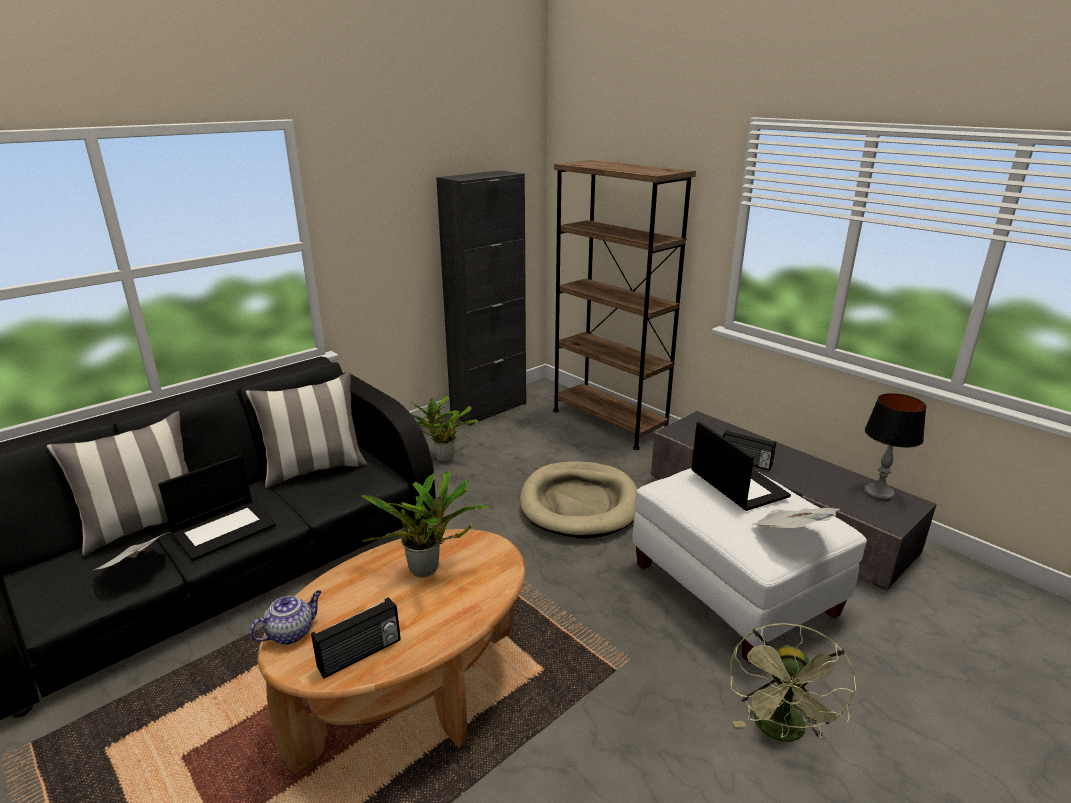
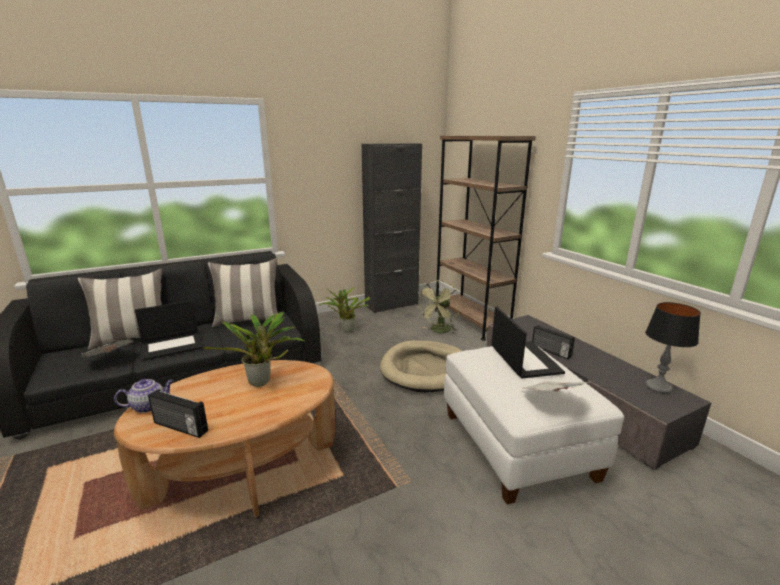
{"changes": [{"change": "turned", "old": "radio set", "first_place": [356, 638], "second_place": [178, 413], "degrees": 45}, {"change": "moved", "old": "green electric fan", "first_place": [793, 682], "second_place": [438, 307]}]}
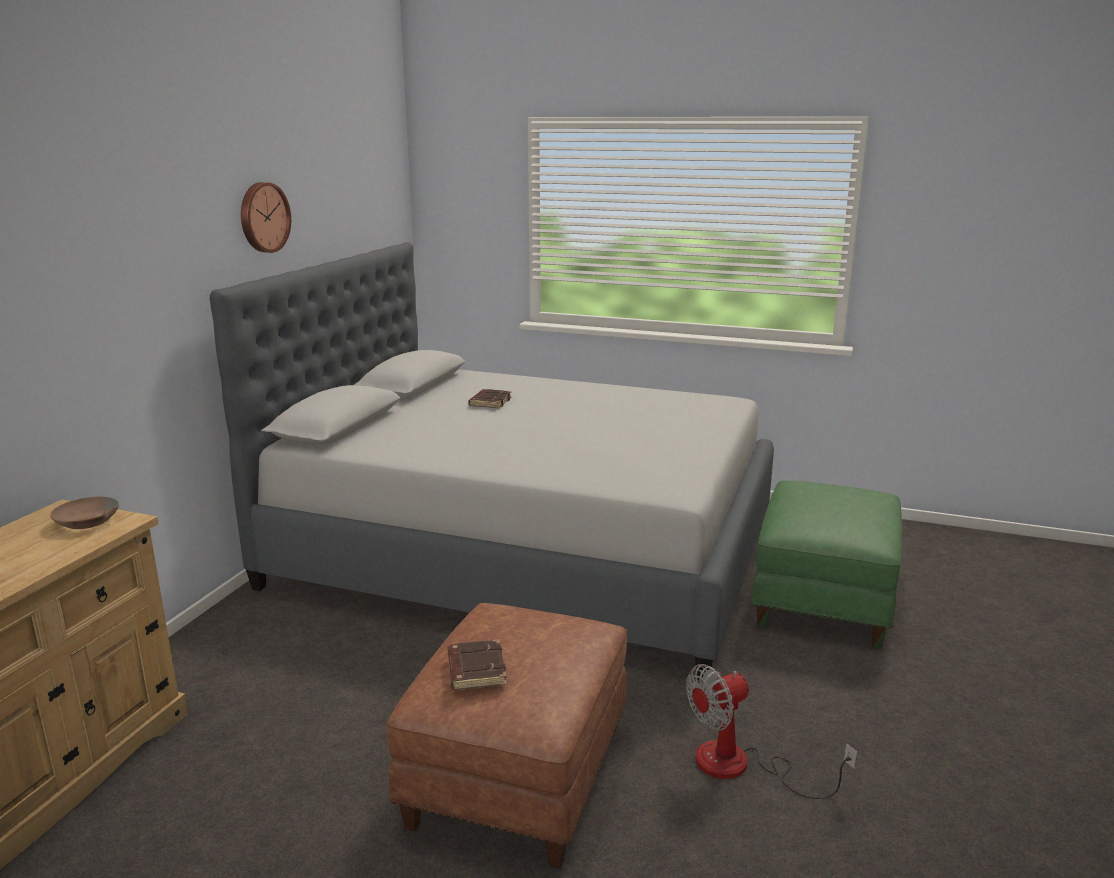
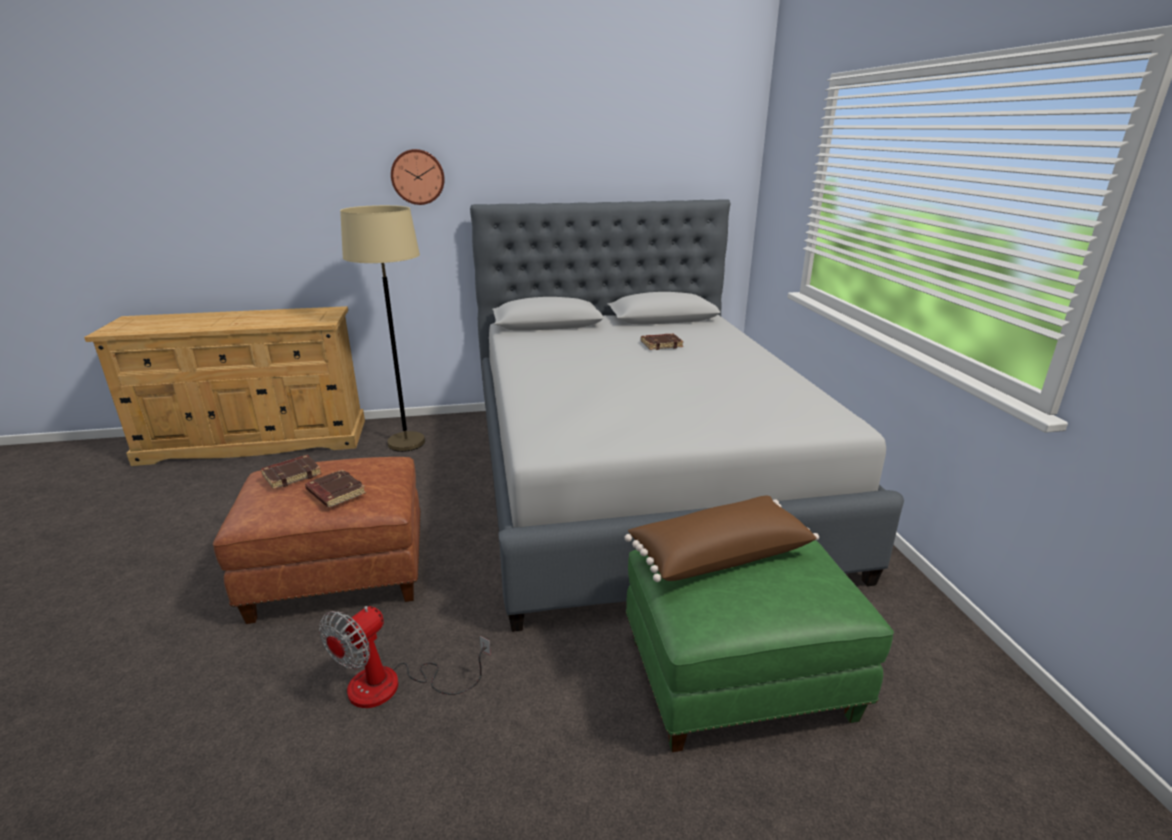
{"changes": [{"change": "moved", "old": "clock on the wall", "first_place": [266, 217], "second_place": [418, 177]}, {"change": "removed", "old": "brown serving bowl", "first_place": [84, 512]}, {"change": "turned", "old": "electric fan", "first_place": [771, 731], "second_place": [405, 657], "degrees": -90}, {"change": "added", "new": "beige standing lamp", "second_place": [383, 328]}, {"change": "added", "new": "brown bound book", "second_place": [335, 488]}, {"change": "added", "new": "brown pillow", "second_place": [722, 539]}]}
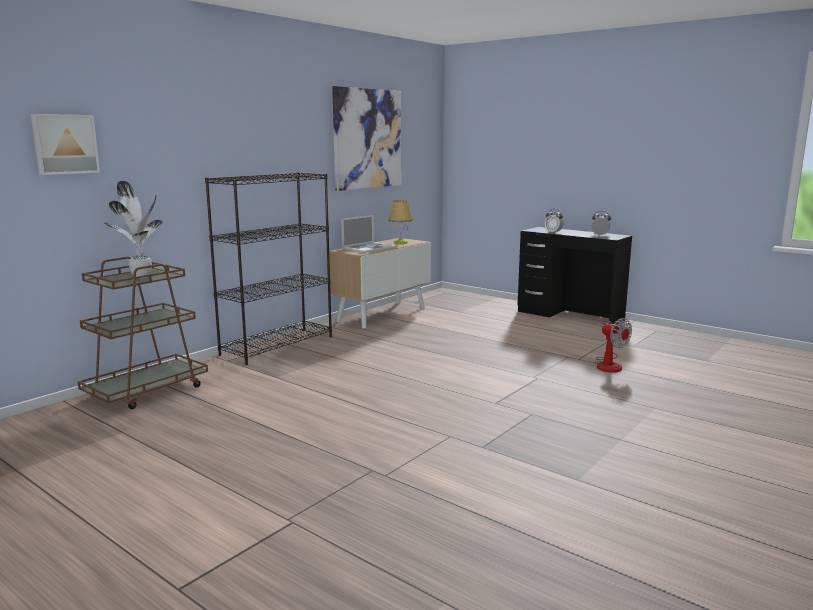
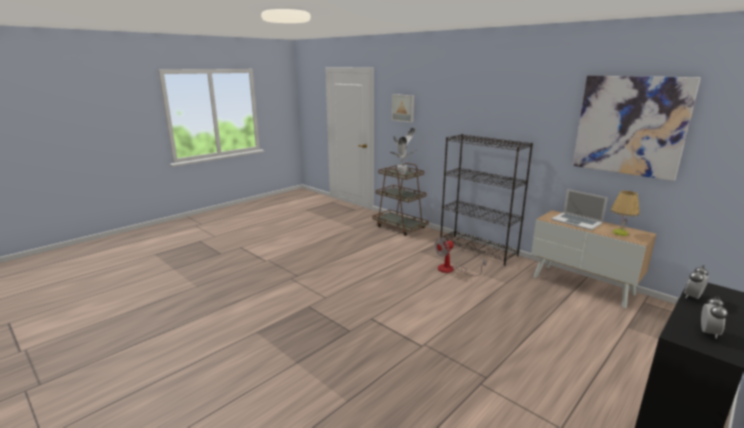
{"changes": [{"change": "moved", "old": "electric fan", "first_place": [613, 345], "second_place": [461, 256]}]}
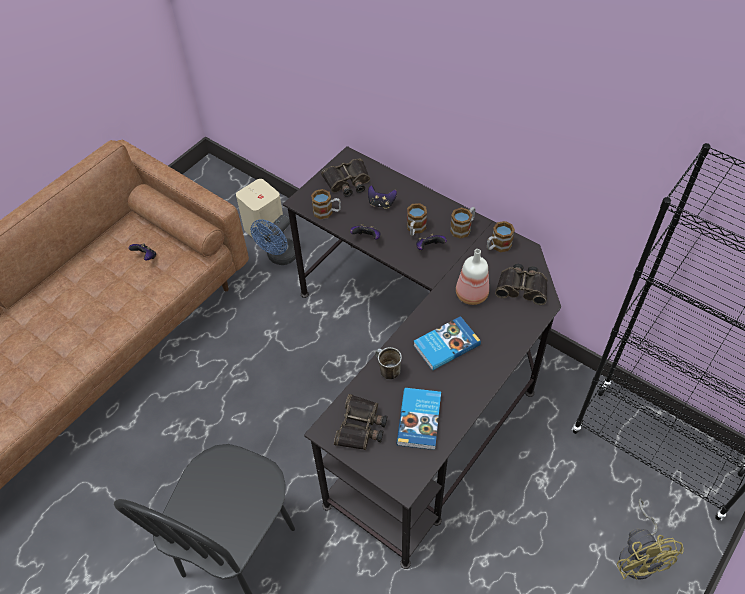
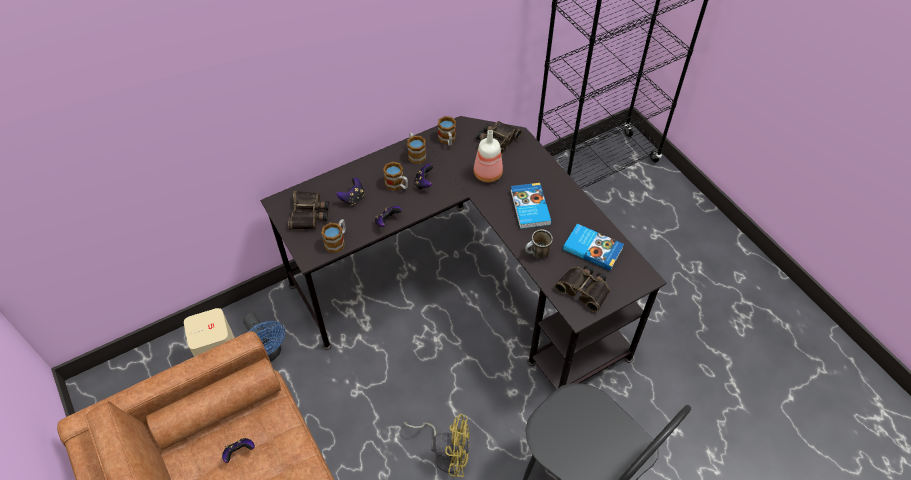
{"changes": [{"change": "moved", "old": "yellow-coloured electric fan", "first_place": [650, 539], "second_place": [437, 445]}]}
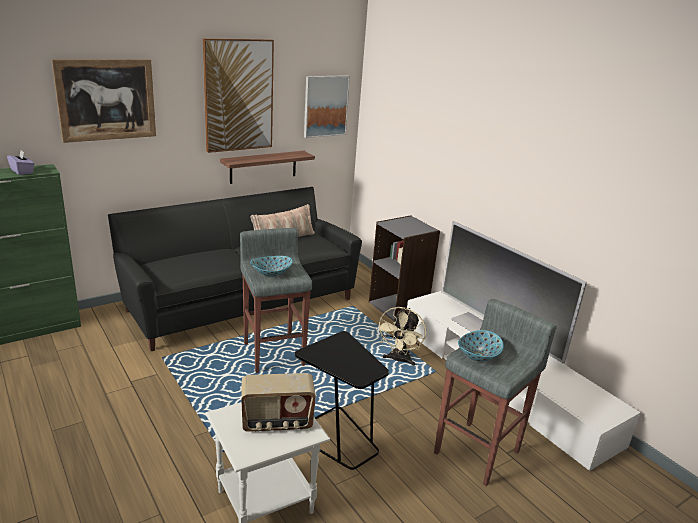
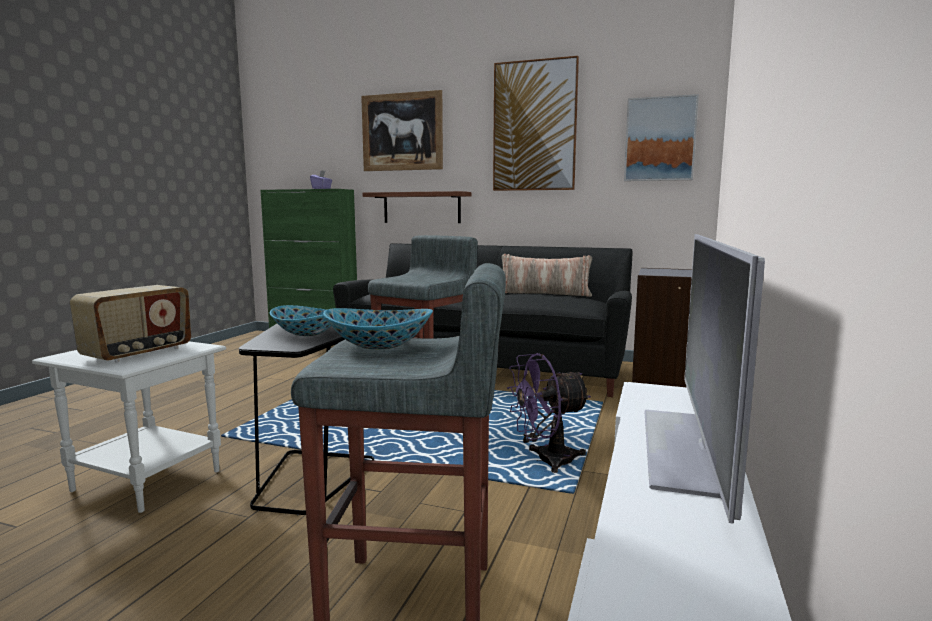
{"changes": [{"change": "moved", "old": "wall shelf", "first_place": [267, 167], "second_place": [417, 207]}, {"change": "moved", "old": "serving bowl", "first_place": [271, 266], "second_place": [300, 320]}, {"change": "recoloured", "old": "beige electric fan", "new": "purplish electric fan", "first_place": [401, 336], "second_place": [549, 413]}, {"change": "turned", "old": "radio set", "first_place": [278, 402], "second_place": [130, 324], "degrees": -105}]}
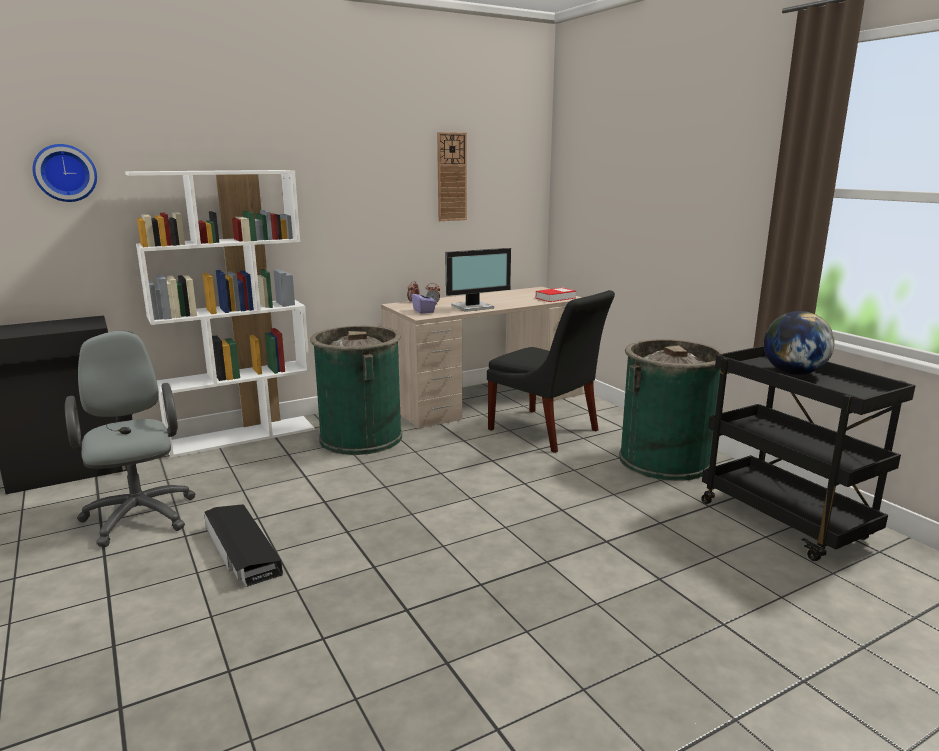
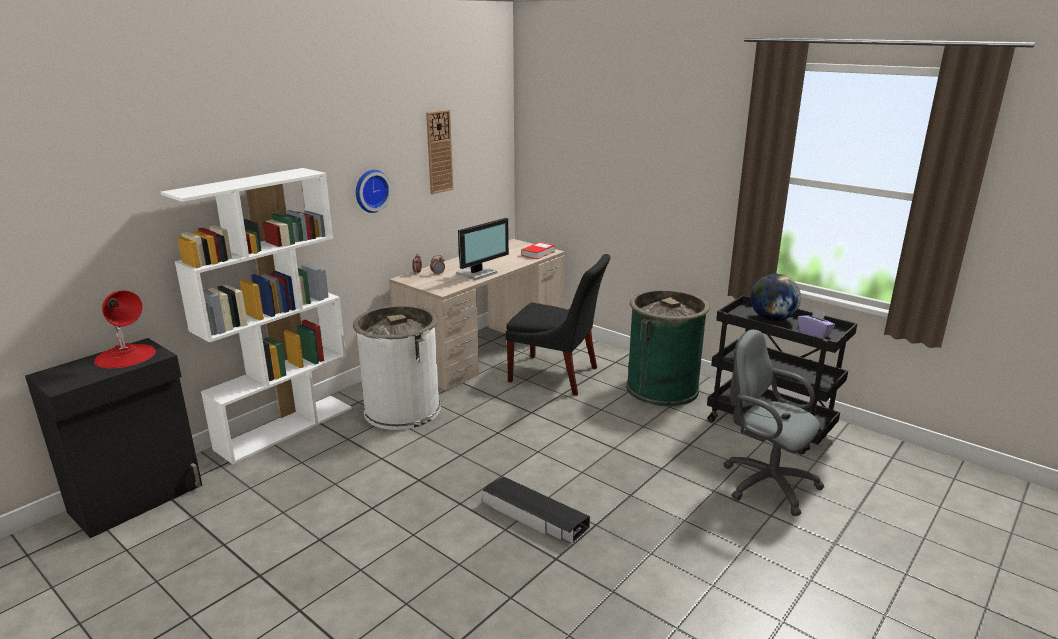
{"changes": [{"change": "moved", "old": "clock on the wall", "first_place": [64, 173], "second_place": [374, 191]}, {"change": "moved", "old": "purplish tissue box", "first_place": [423, 301], "second_place": [816, 323]}, {"change": "recoloured", "old": "green trash can", "new": "white-coloured trash can", "first_place": [356, 390], "second_place": [397, 367]}, {"change": "moved", "old": "greyish desk chair", "first_place": [130, 439], "second_place": [774, 422]}, {"change": "moved", "old": "black storage bin", "first_place": [243, 545], "second_place": [536, 510]}, {"change": "added", "new": "reddish lamp for a table", "second_place": [125, 329]}]}
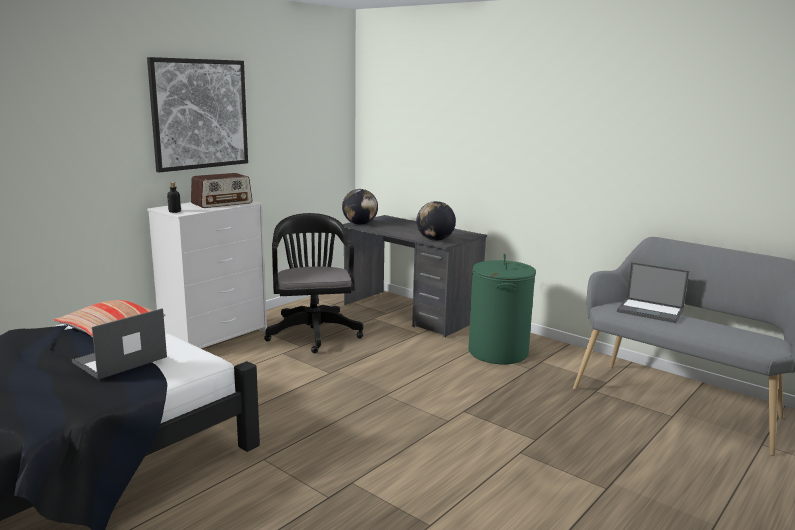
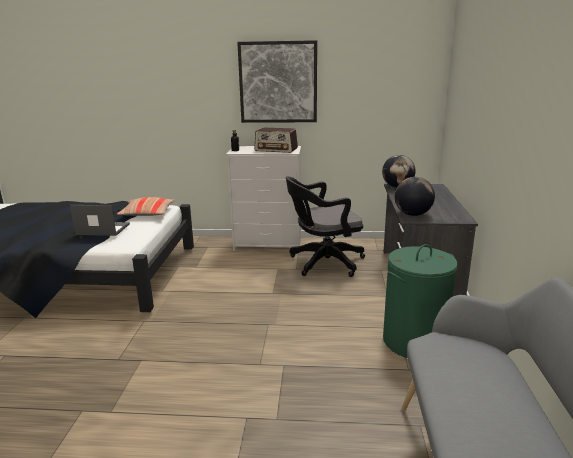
{"changes": [{"change": "turned", "old": "black desk chair", "first_place": [313, 283], "second_place": [325, 226], "degrees": -150}, {"change": "removed", "old": "laptop", "first_place": [653, 292]}]}
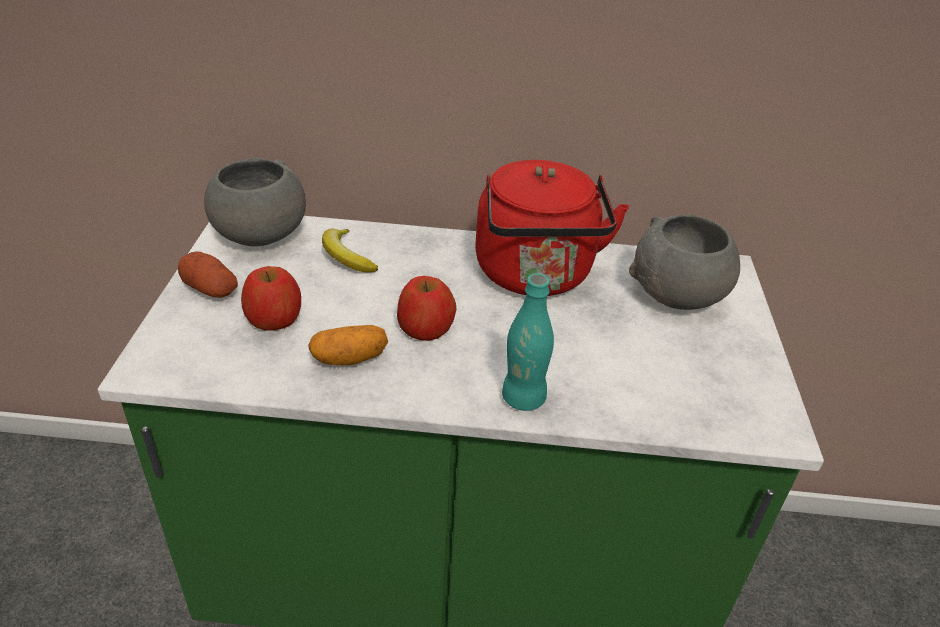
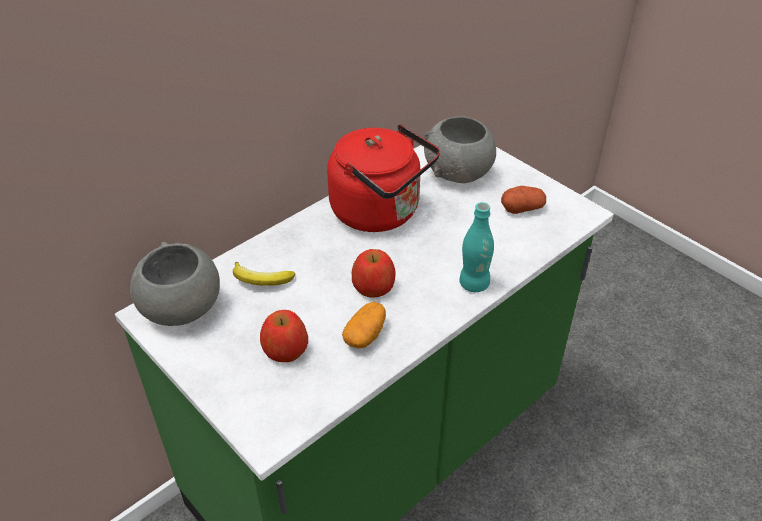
{"changes": [{"change": "moved", "old": "potato", "first_place": [208, 274], "second_place": [523, 200]}]}
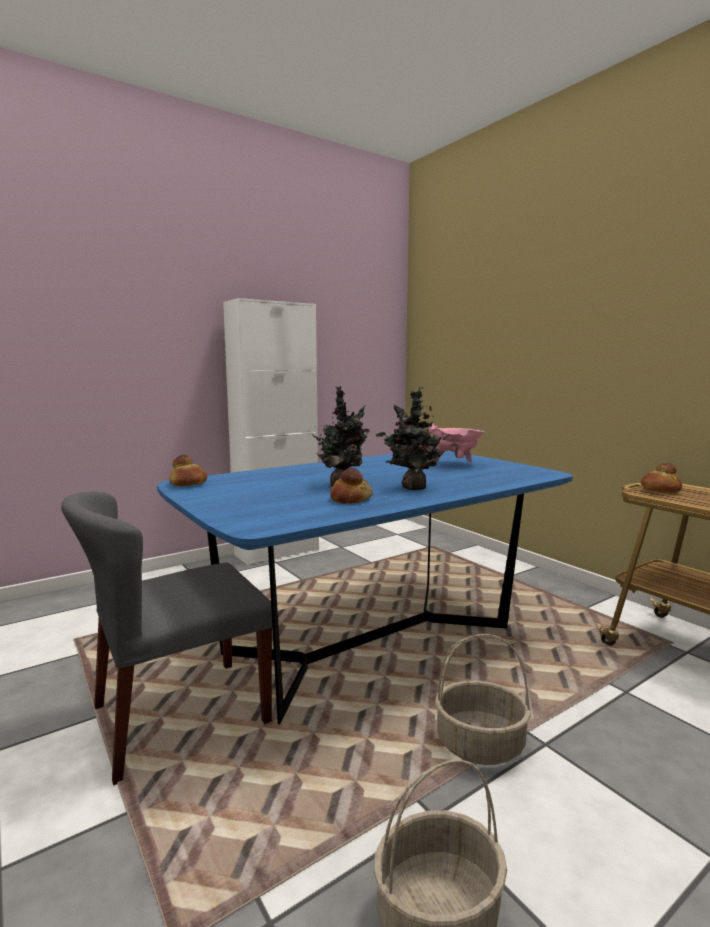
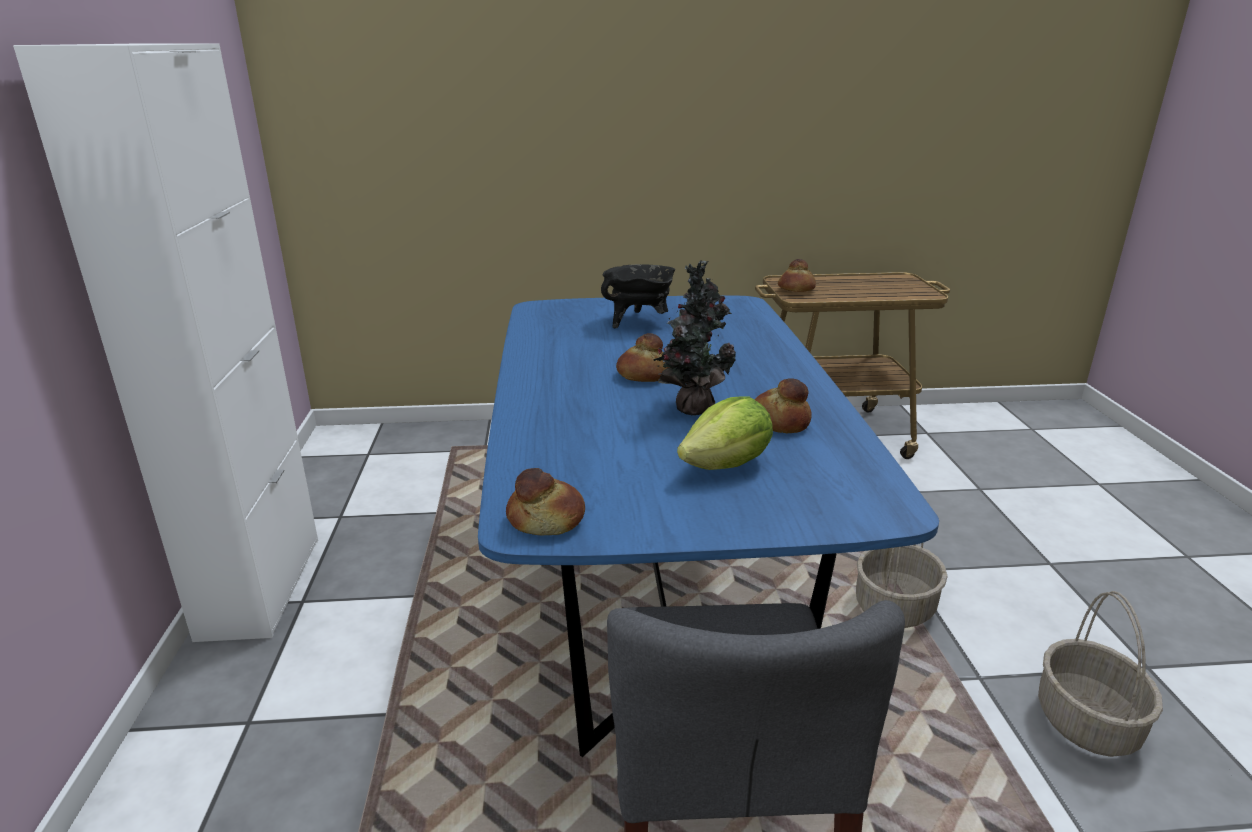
{"changes": [{"change": "removed", "old": "plant in a pot", "first_place": [413, 438]}, {"change": "recoloured", "old": "pink-coloured stockpot", "new": "black stockpot", "first_place": [456, 442], "second_place": [638, 296]}, {"change": "added", "new": "bakery bread", "second_place": [643, 357]}, {"change": "added", "new": "lettuce", "second_place": [725, 433]}]}
